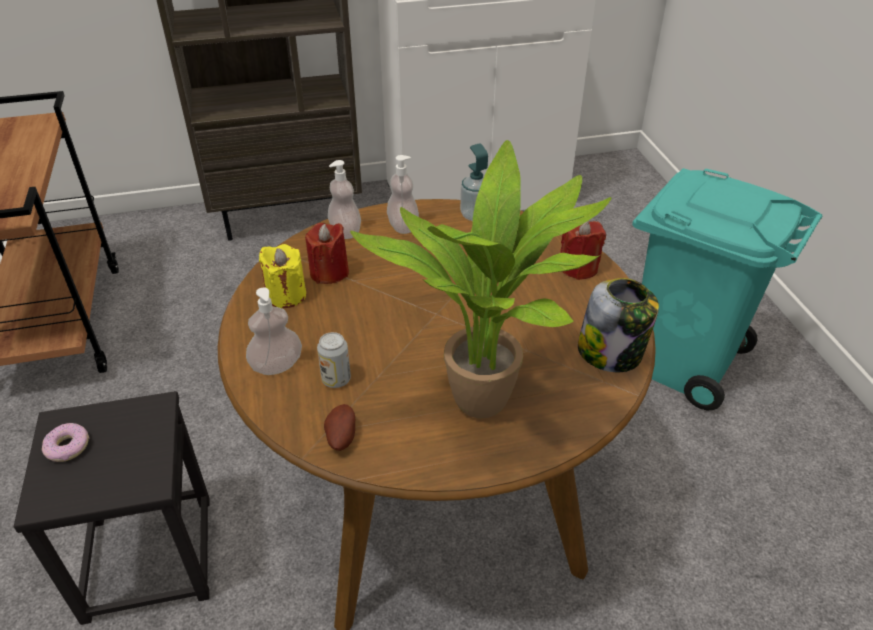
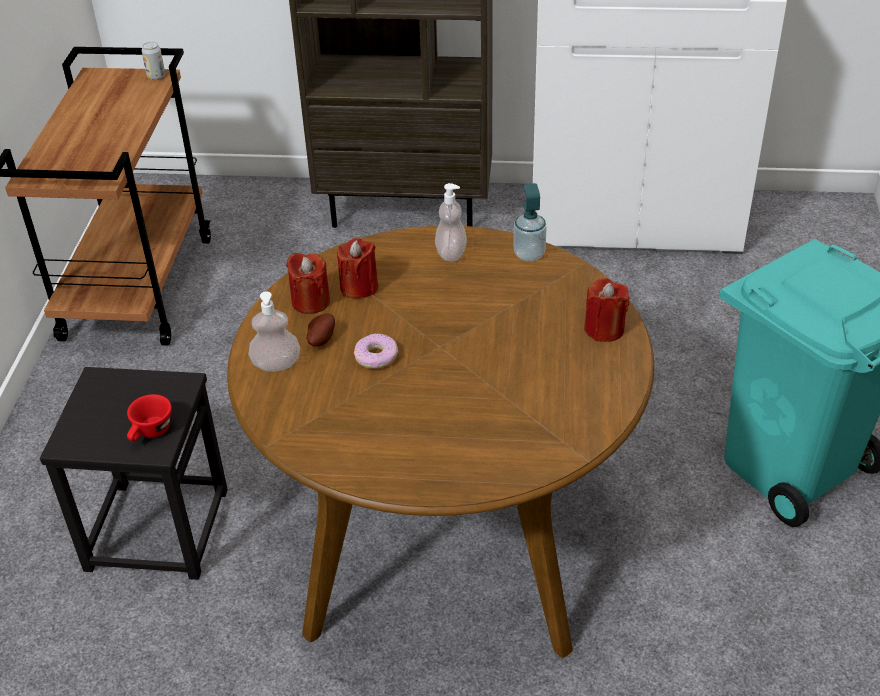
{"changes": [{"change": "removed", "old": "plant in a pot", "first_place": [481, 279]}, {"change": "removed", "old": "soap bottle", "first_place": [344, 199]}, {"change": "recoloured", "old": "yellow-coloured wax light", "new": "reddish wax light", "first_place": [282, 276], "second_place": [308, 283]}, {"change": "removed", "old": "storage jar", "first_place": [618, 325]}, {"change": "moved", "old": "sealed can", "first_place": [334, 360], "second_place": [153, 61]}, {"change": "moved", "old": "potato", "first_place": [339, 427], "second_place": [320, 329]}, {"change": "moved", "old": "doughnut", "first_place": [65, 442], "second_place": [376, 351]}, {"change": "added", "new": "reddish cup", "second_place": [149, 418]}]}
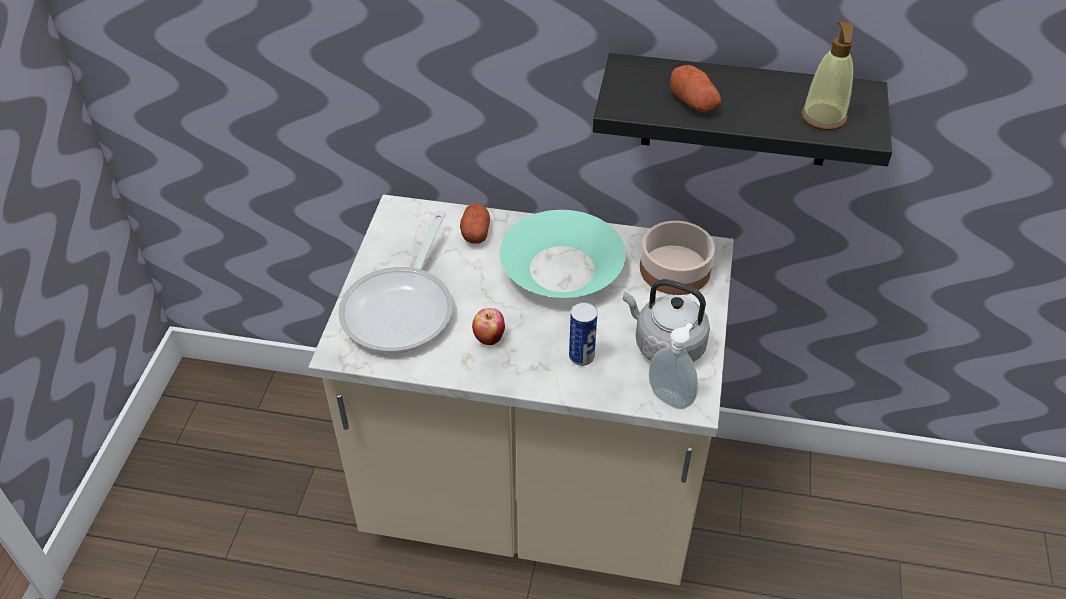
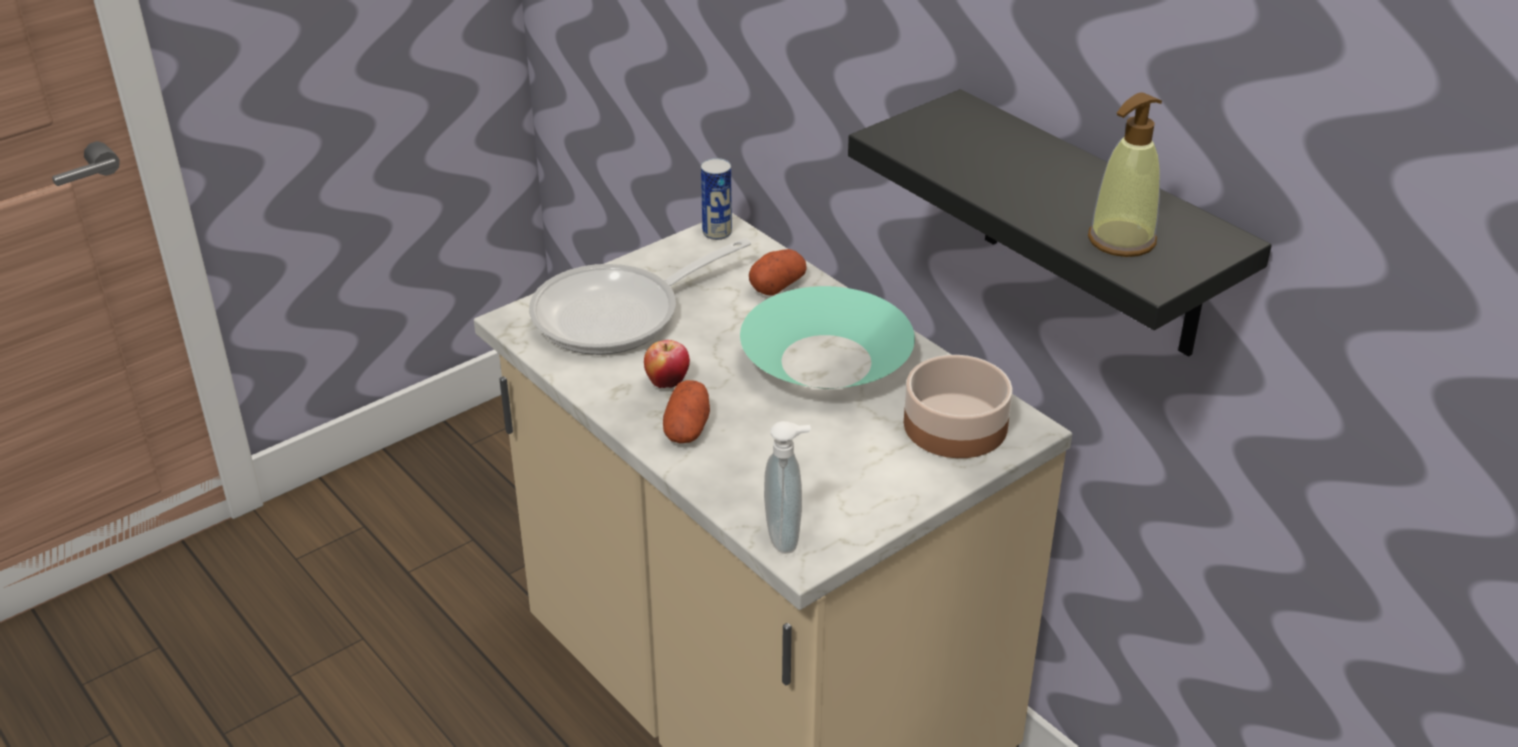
{"changes": [{"change": "moved", "old": "potato", "first_place": [695, 88], "second_place": [686, 411]}, {"change": "removed", "old": "greyish kettle", "first_place": [666, 320]}, {"change": "moved", "old": "sealed can", "first_place": [583, 334], "second_place": [716, 199]}]}
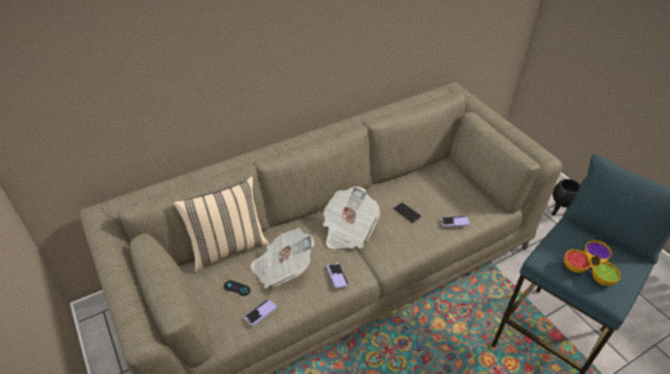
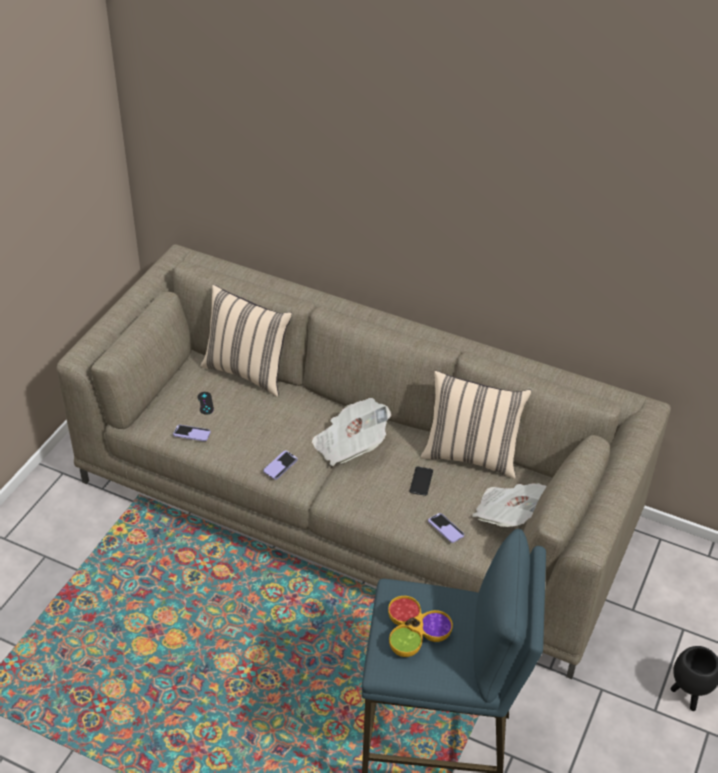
{"changes": [{"change": "moved", "old": "newspaper", "first_place": [283, 258], "second_place": [509, 505]}, {"change": "added", "new": "beige pillow", "second_place": [476, 425]}]}
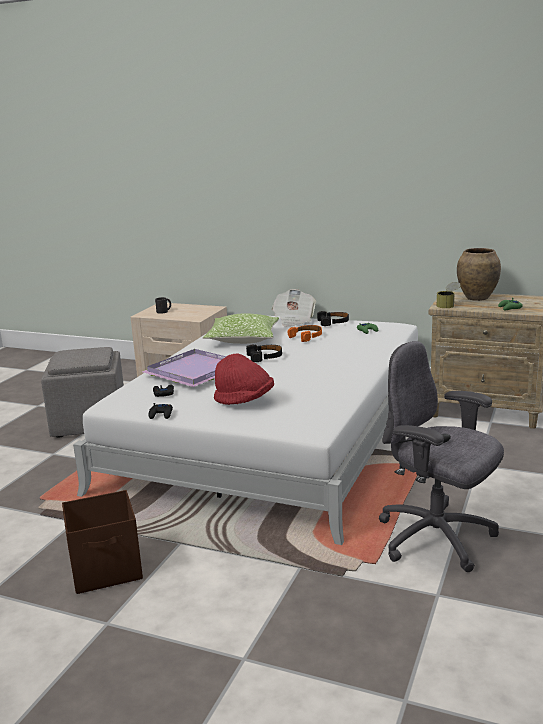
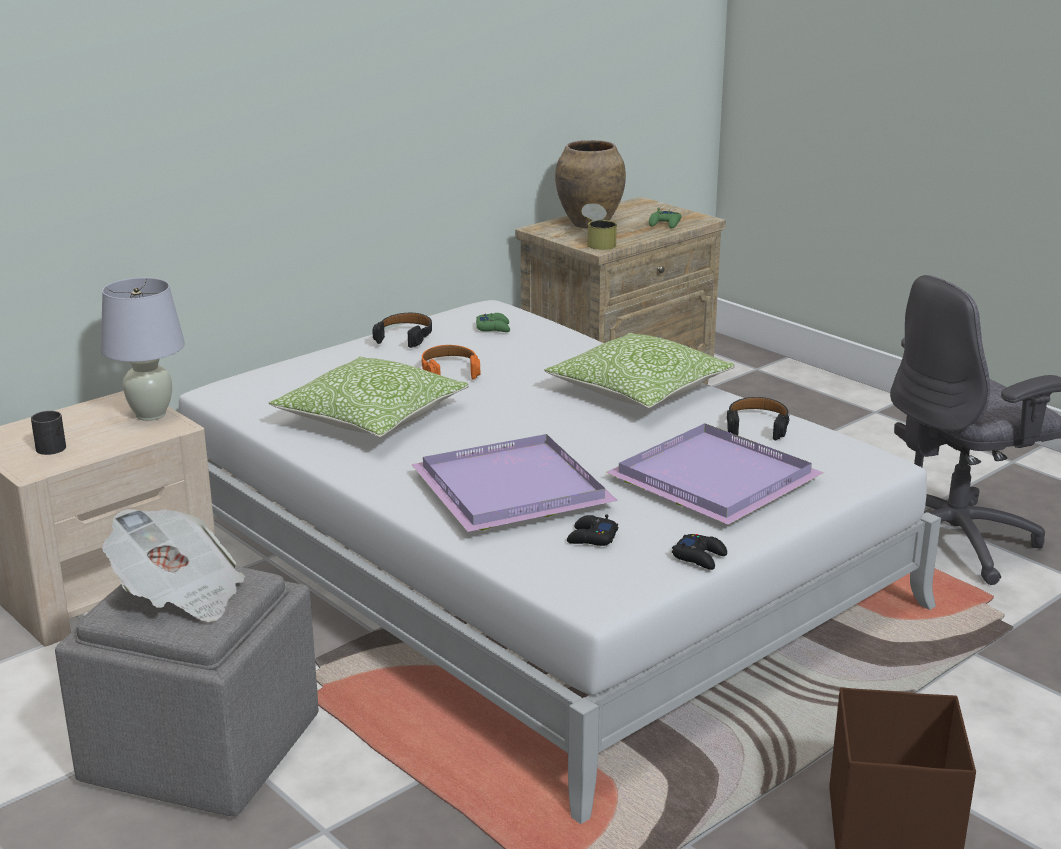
{"changes": [{"change": "moved", "old": "newspaper", "first_place": [294, 308], "second_place": [173, 565]}, {"change": "moved", "old": "black pair of headphones", "first_place": [264, 353], "second_place": [758, 418]}, {"change": "replaced", "old": "reddish wearable hat", "new": "purplish serving tray", "first_place": [244, 379], "second_place": [714, 474]}, {"change": "added", "new": "white-coloured lamp for a table", "second_place": [142, 349]}, {"change": "added", "new": "pillow", "second_place": [639, 370]}]}
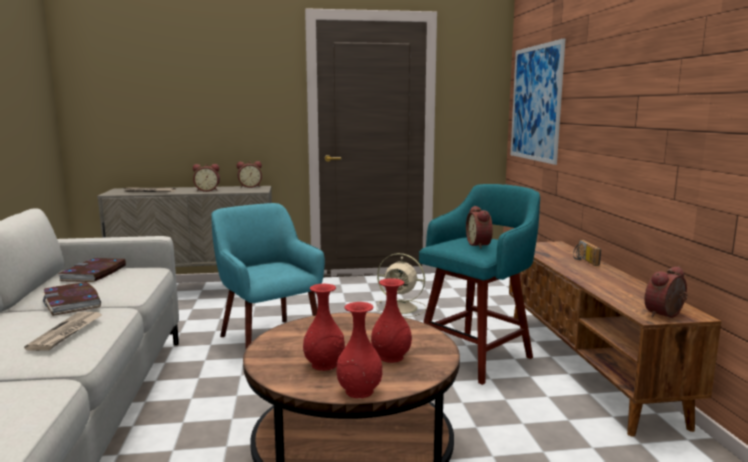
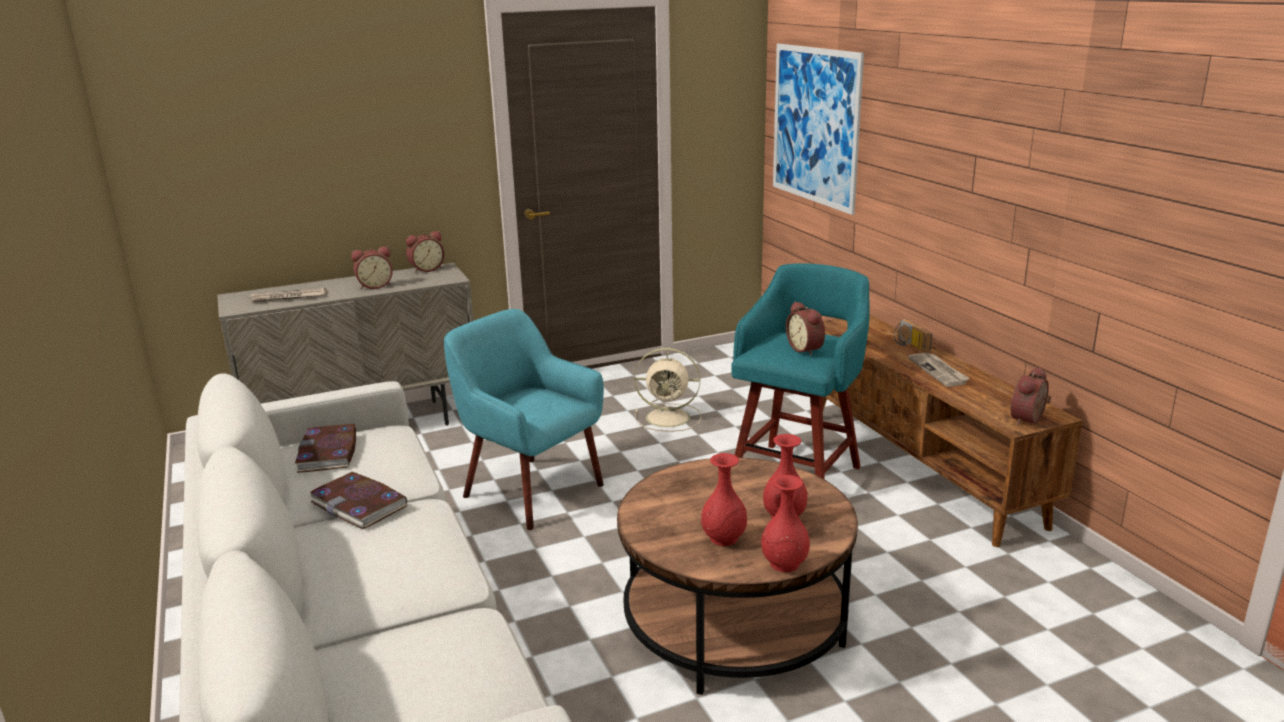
{"changes": [{"change": "moved", "old": "newspaper", "first_place": [63, 331], "second_place": [939, 370]}]}
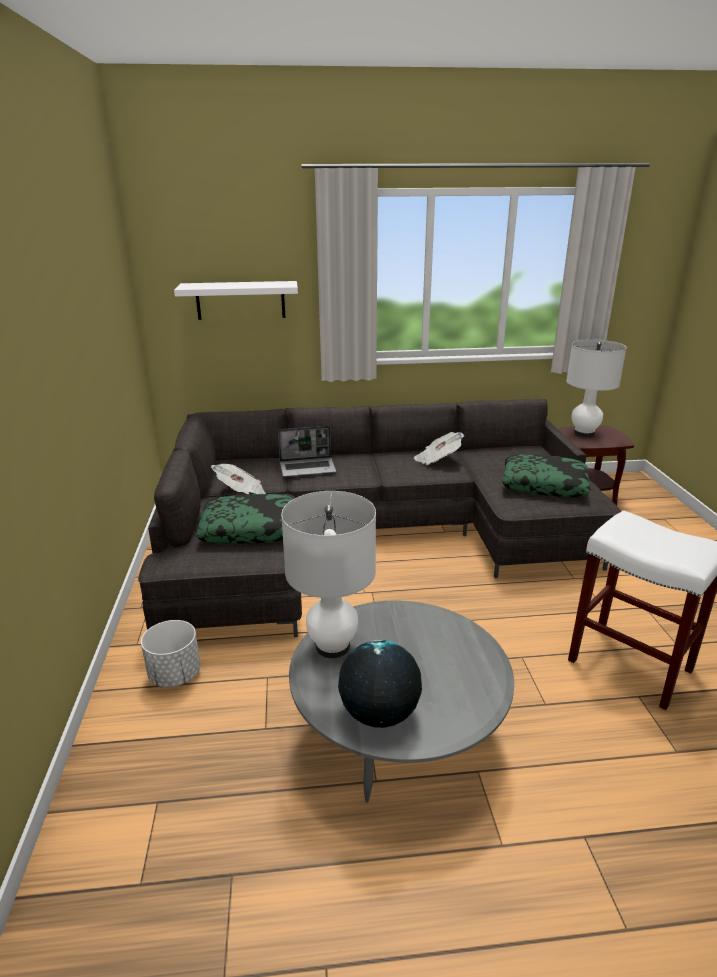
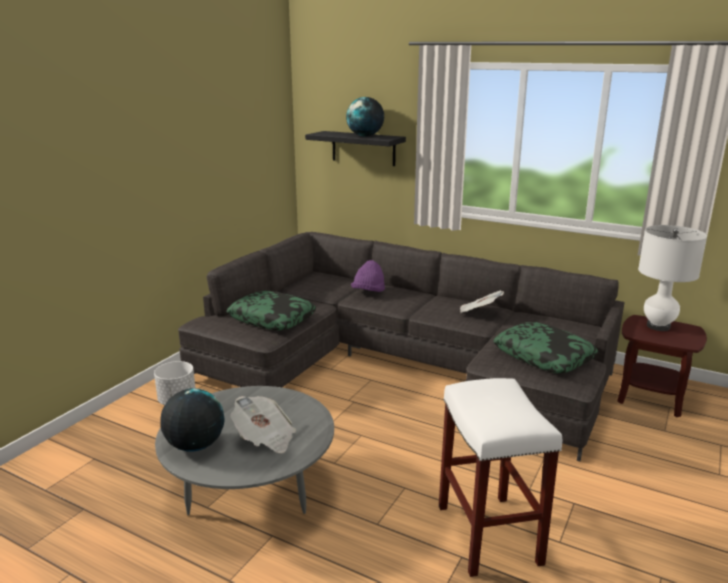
{"changes": [{"change": "recoloured", "old": "white-coloured wall shelf", "new": "black wall shelf", "first_place": [236, 300], "second_place": [355, 148]}, {"change": "replaced", "old": "laptop", "new": "purplish wearable hat", "first_place": [307, 451], "second_place": [368, 276]}, {"change": "moved", "old": "newspaper", "first_place": [238, 479], "second_place": [263, 424]}, {"change": "removed", "old": "white-coloured lamp for a table", "first_place": [328, 574]}, {"change": "added", "new": "world globe", "second_place": [365, 117]}]}
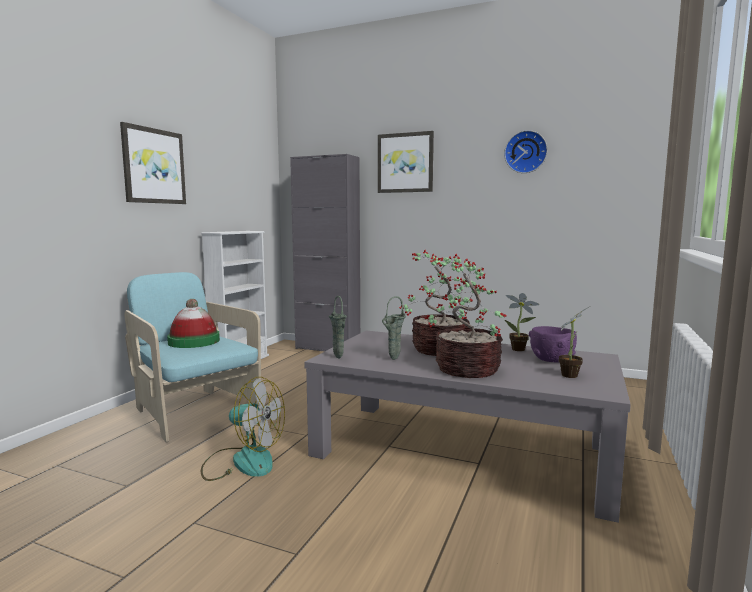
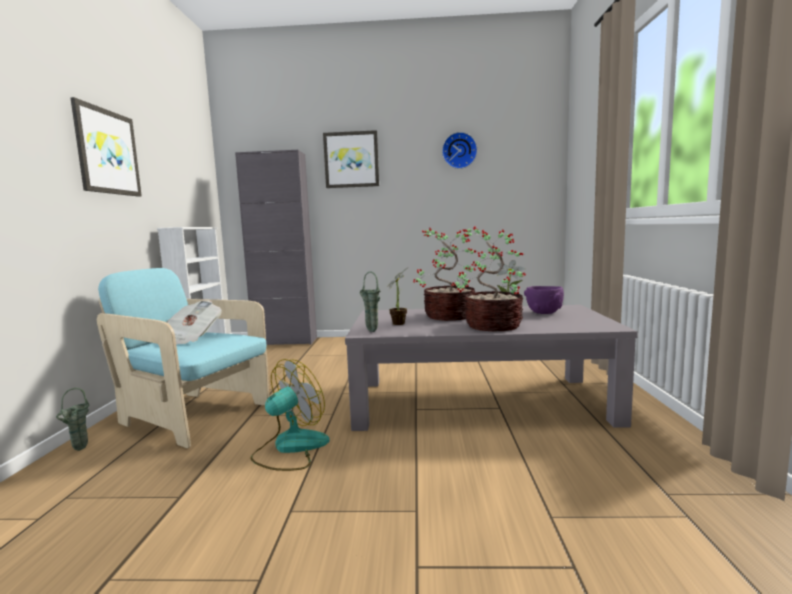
{"changes": [{"change": "moved", "old": "green flower vase", "first_place": [394, 328], "second_place": [72, 419]}, {"change": "replaced", "old": "wearable hat", "new": "newspaper", "first_place": [193, 323], "second_place": [194, 322]}, {"change": "moved", "old": "plant in a pot", "first_place": [573, 342], "second_place": [396, 296]}, {"change": "turned", "old": "electric fan", "first_place": [243, 429], "second_place": [290, 415], "degrees": -45}]}
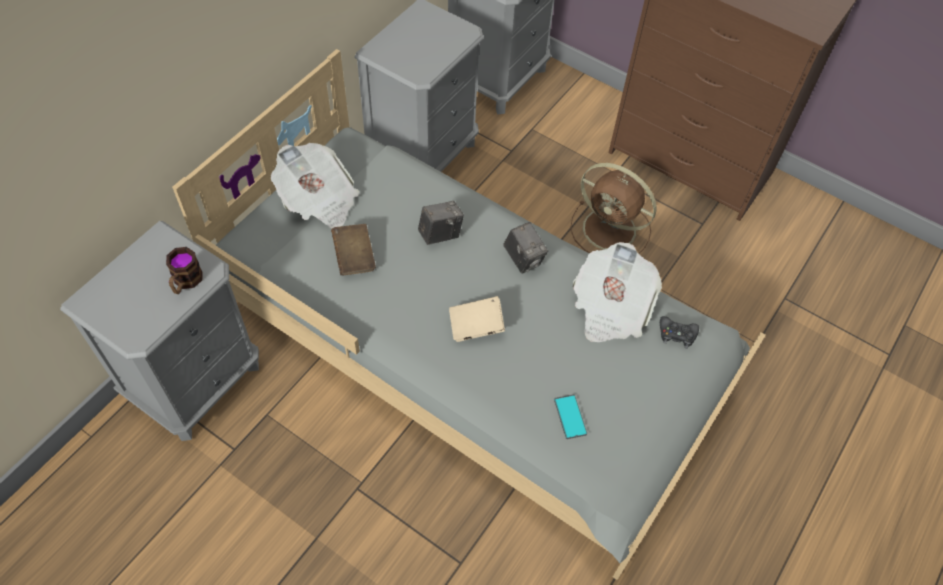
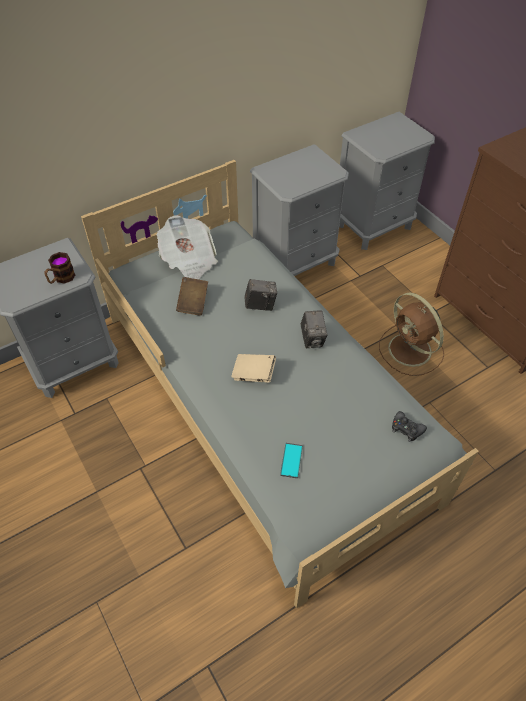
{"changes": [{"change": "removed", "old": "newspaper", "first_place": [617, 292]}]}
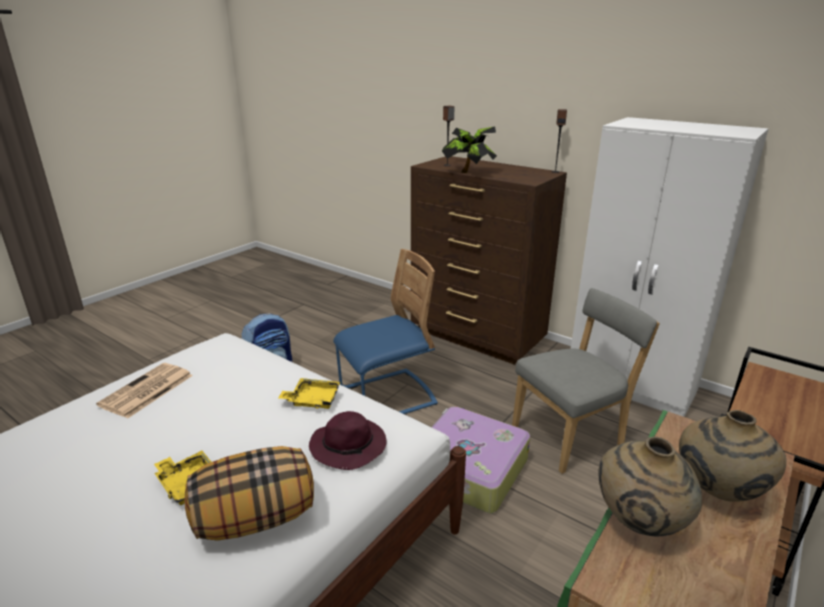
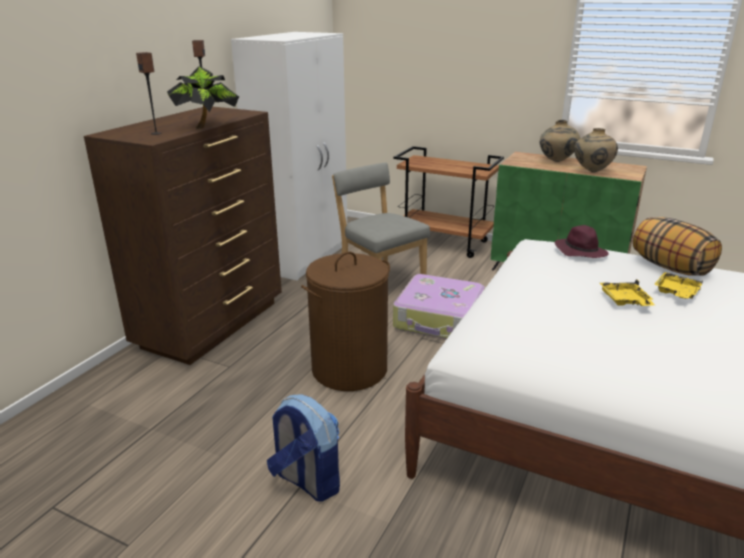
{"changes": [{"change": "replaced", "old": "bluish plain chair", "new": "brown washing basket", "first_place": [385, 331], "second_place": [345, 321]}, {"change": "removed", "old": "newspaper", "first_place": [144, 390]}, {"change": "moved", "old": "yellow-coloured serving tray", "first_place": [309, 393], "second_place": [627, 292]}]}
